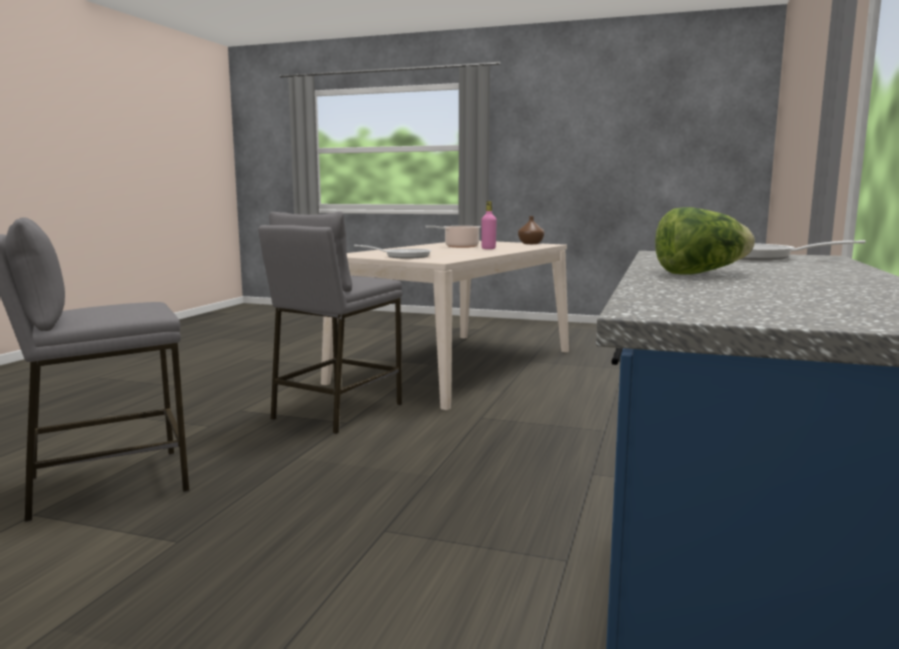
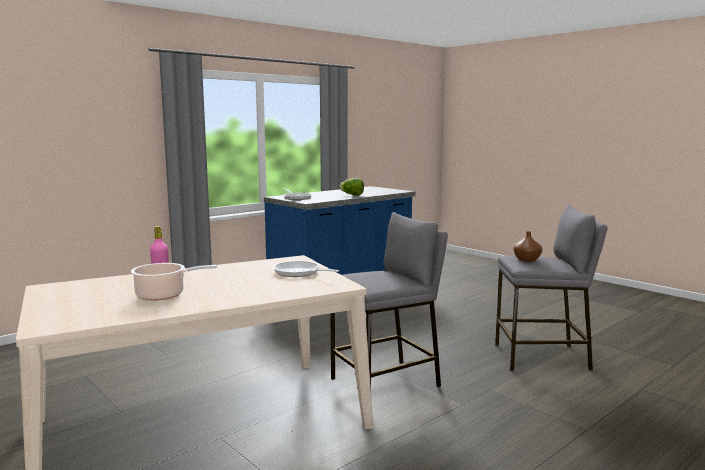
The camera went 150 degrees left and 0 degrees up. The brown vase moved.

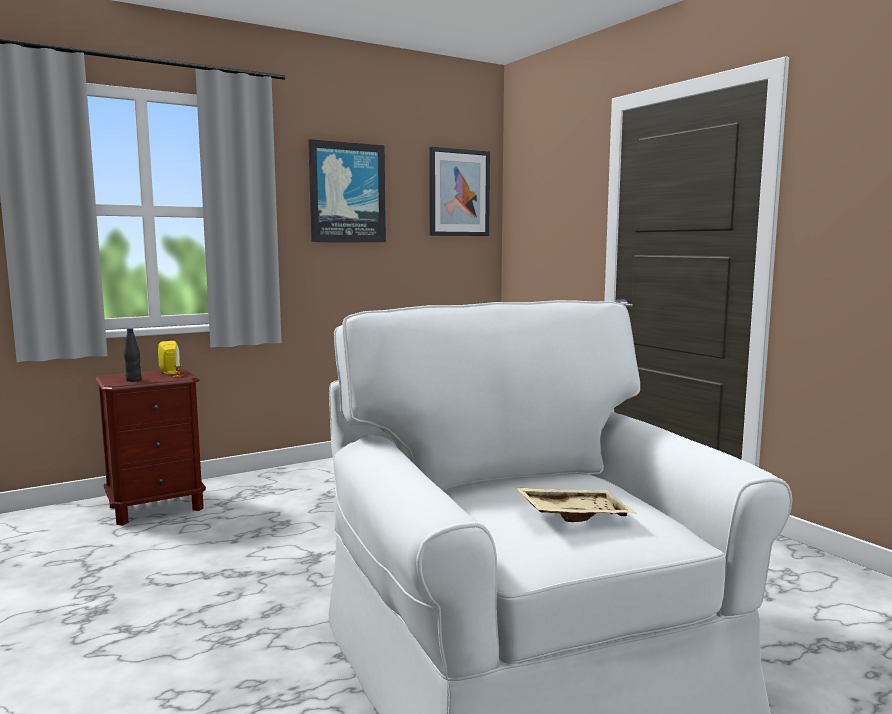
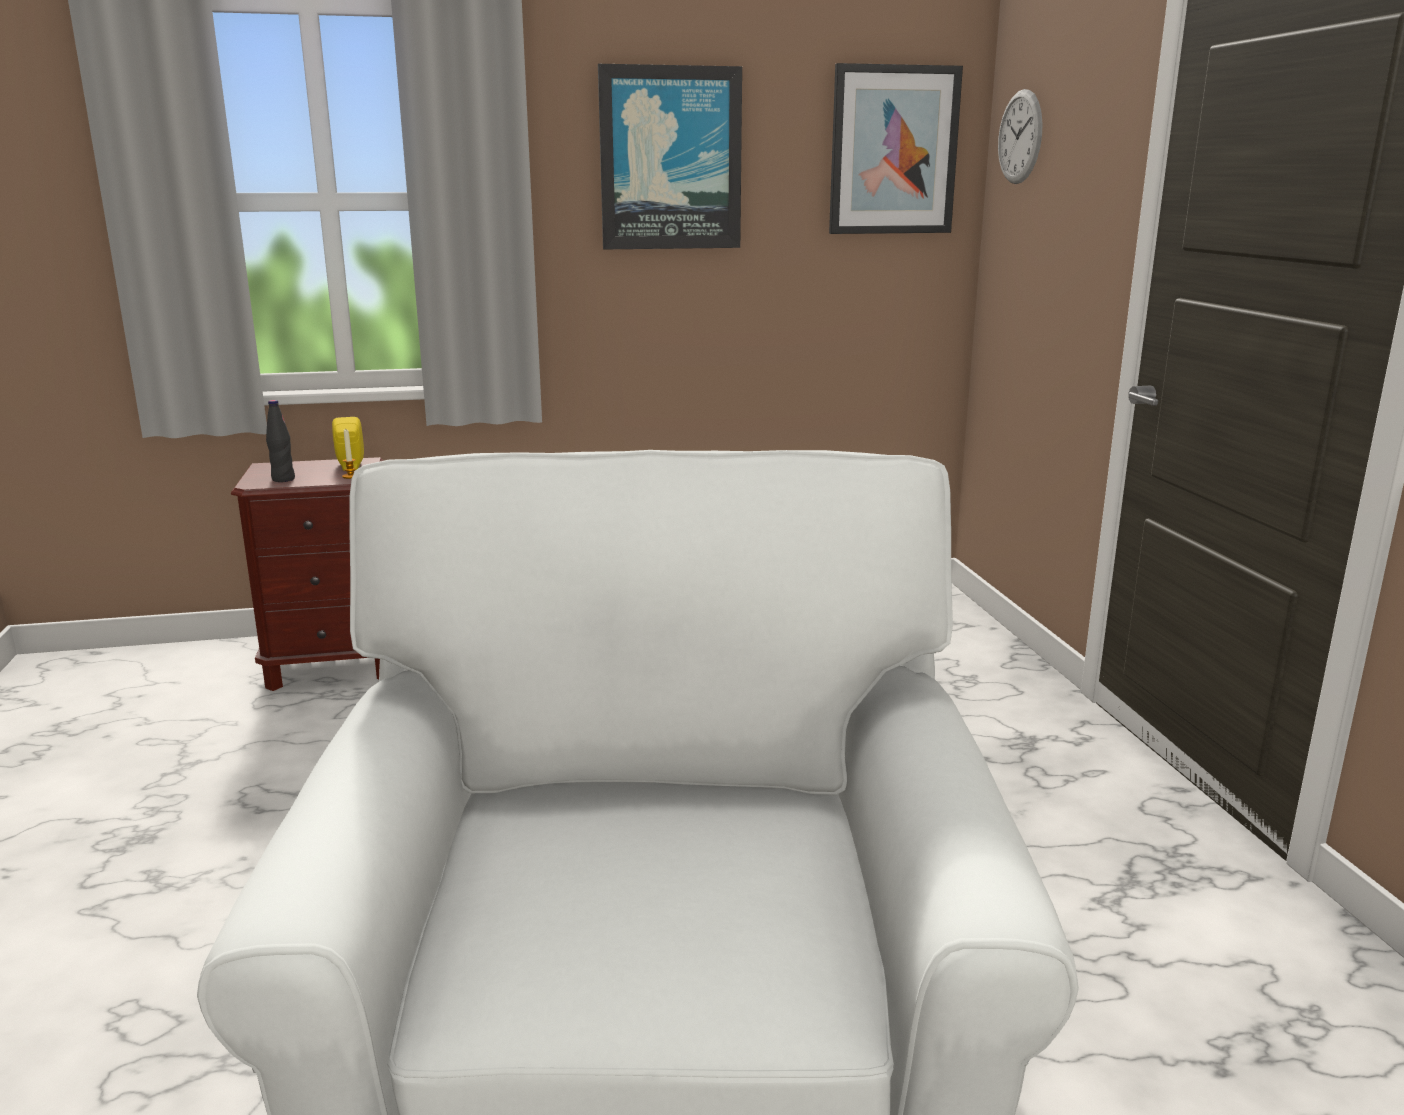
The camera went 20 degrees right and 10 degrees up. The wall clock appeared. The beige tray disappeared.

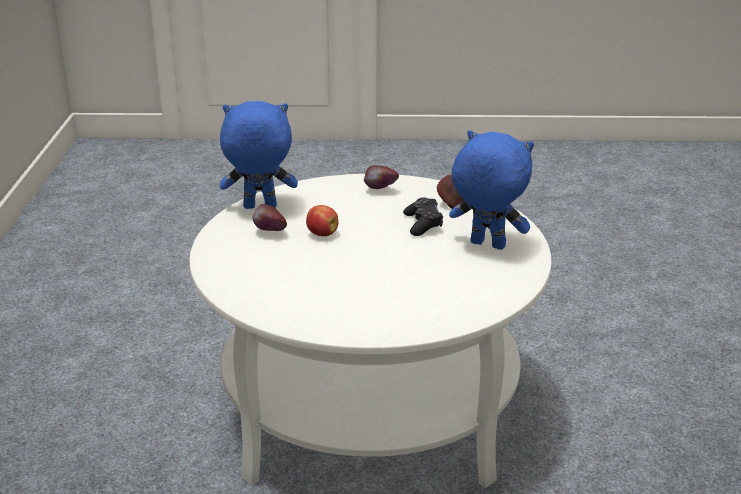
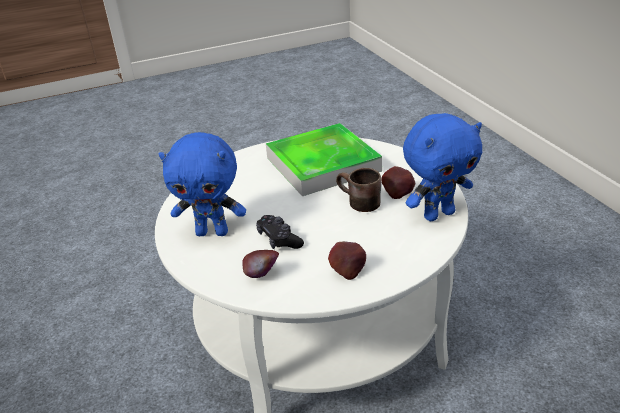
The camera went 160 degrees right and 5 degrees up. The tray appeared. The apple (no. 2 from left) was replaced by the brown mug.

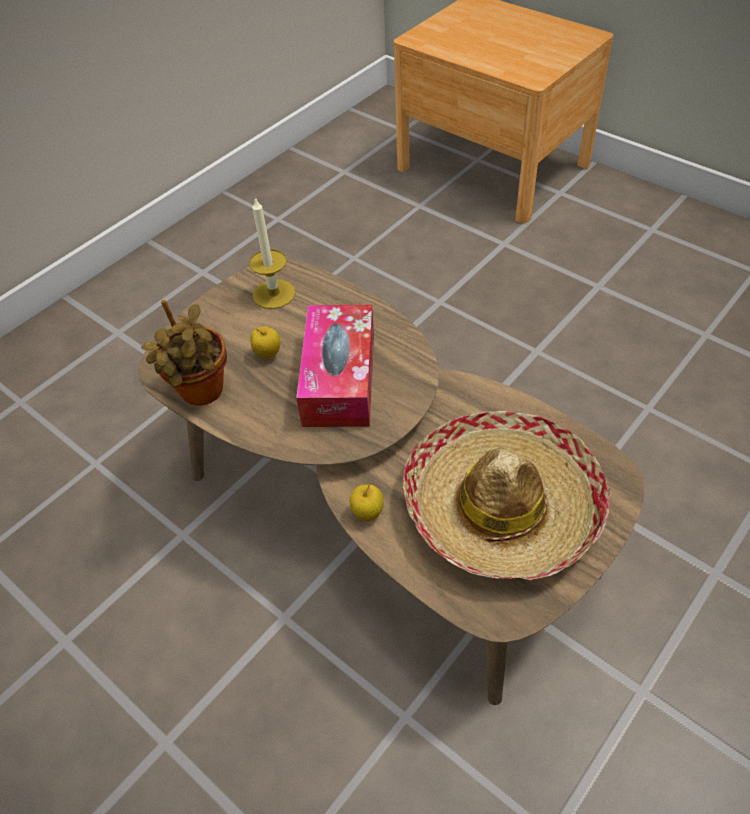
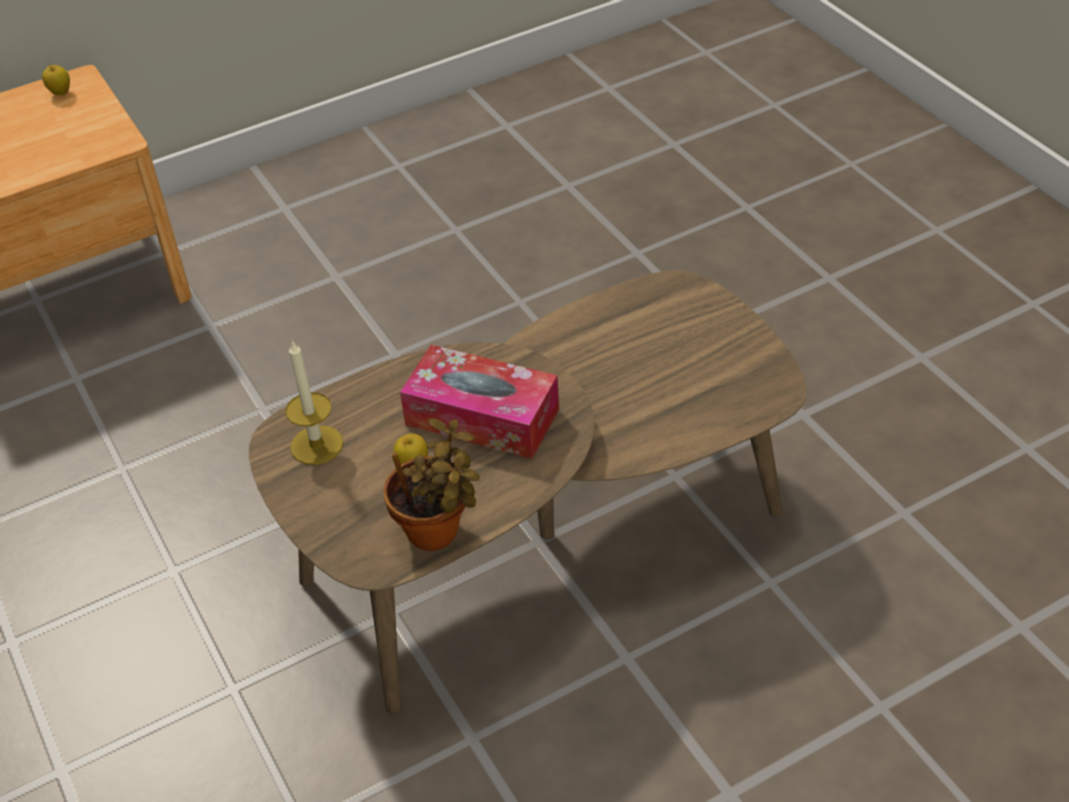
The camera went 70 degrees left and 5 degrees down. The apple (no. 2 from left in the first image) moved. The hat disappeared.

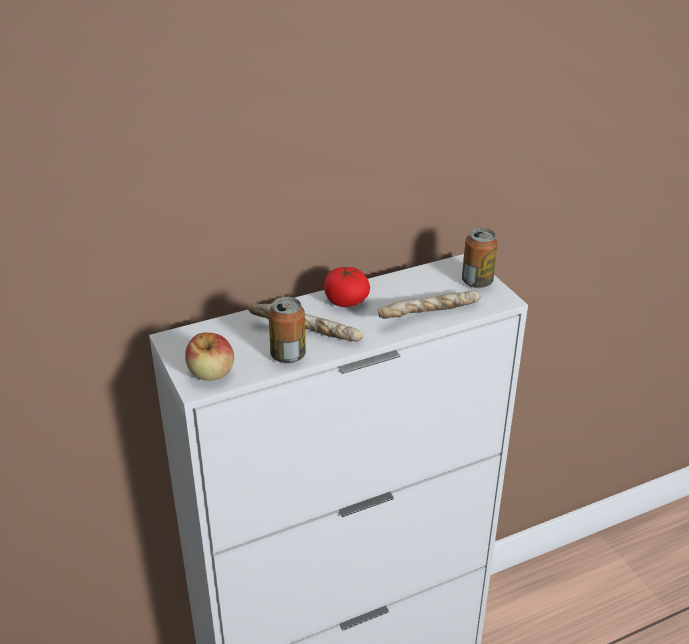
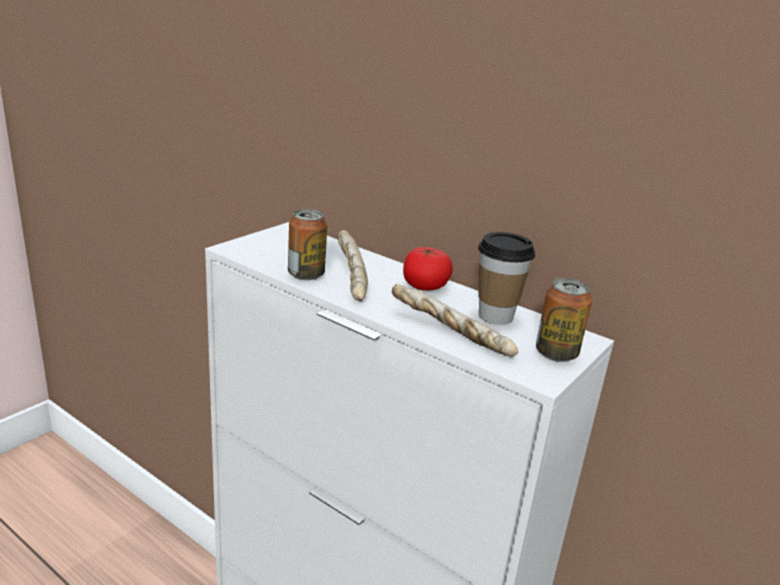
The camera went 60 degrees right and 10 degrees down. The cup appeared. The apple disappeared.

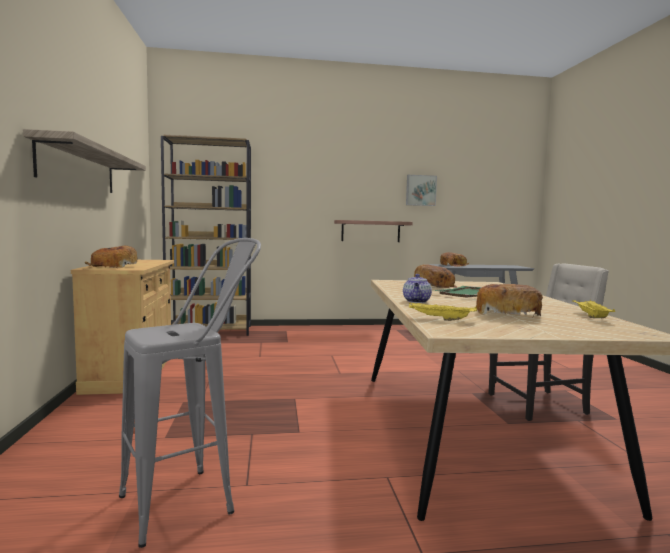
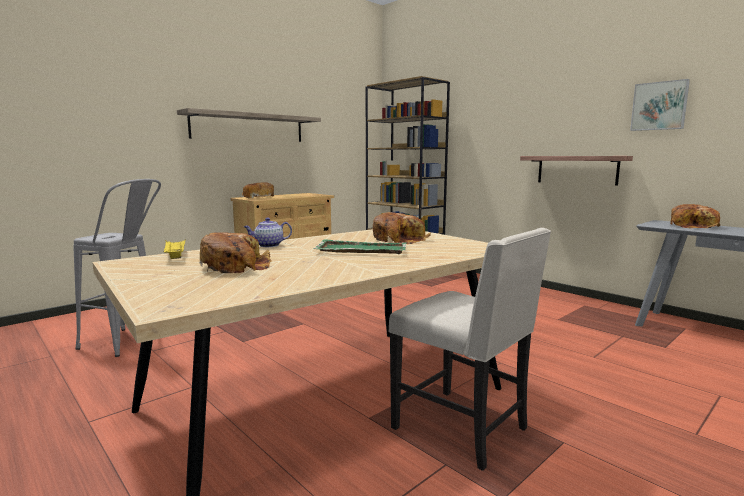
The camera went 55 degrees right and 5 degrees up. The yellow tray (no. 2 from left) disappeared.

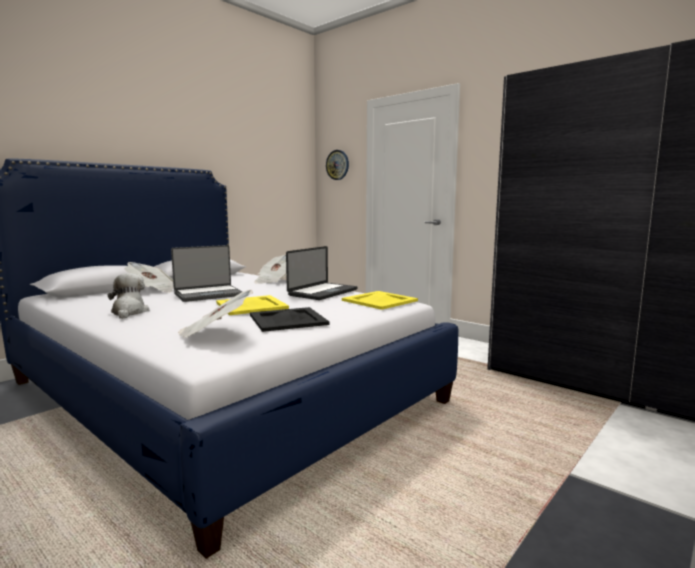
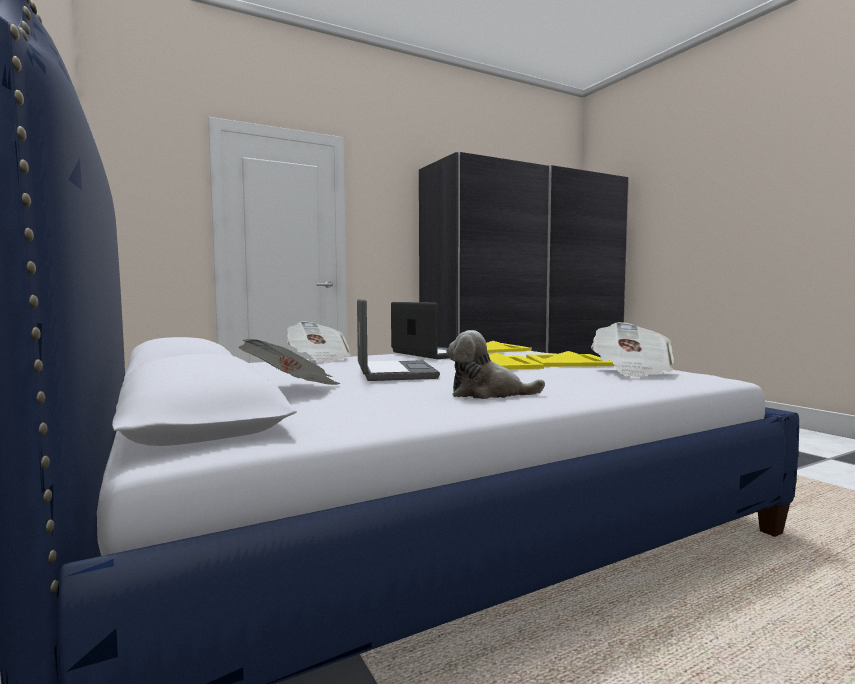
The camera went 70 degrees left and 5 degrees down. The black tray became the yellow tray (no. 3 from left). The wall clock disappeared.

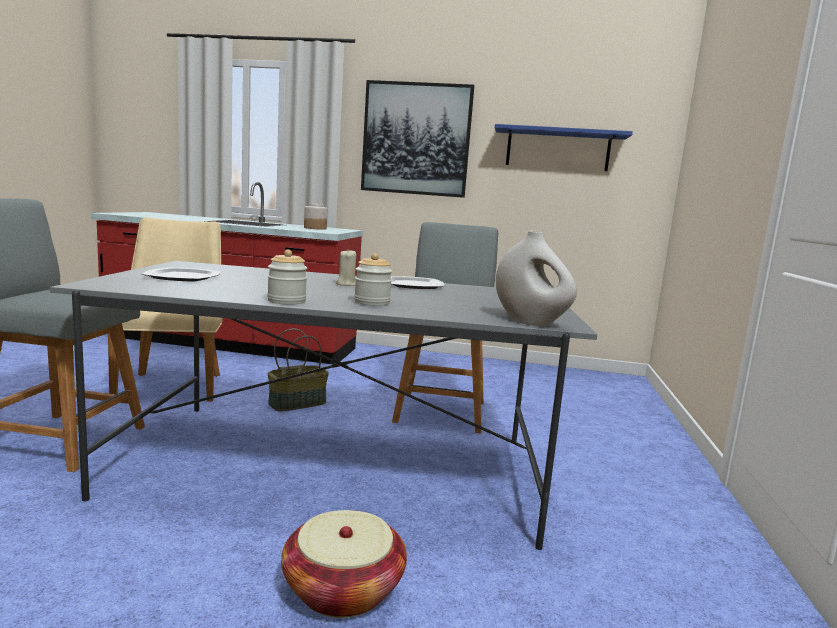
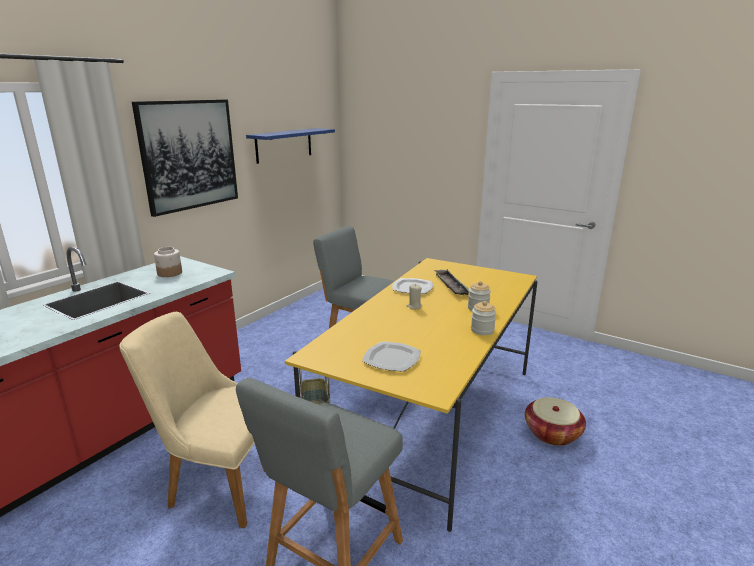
The camera went 65 degrees left and 10 degrees up. The grey dining table became the yellow dining table. The tray appeared. The white vase disappeared.

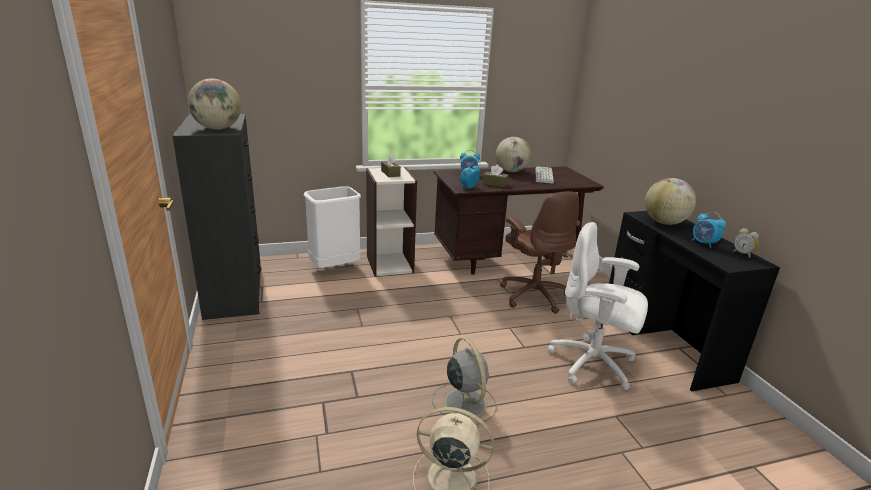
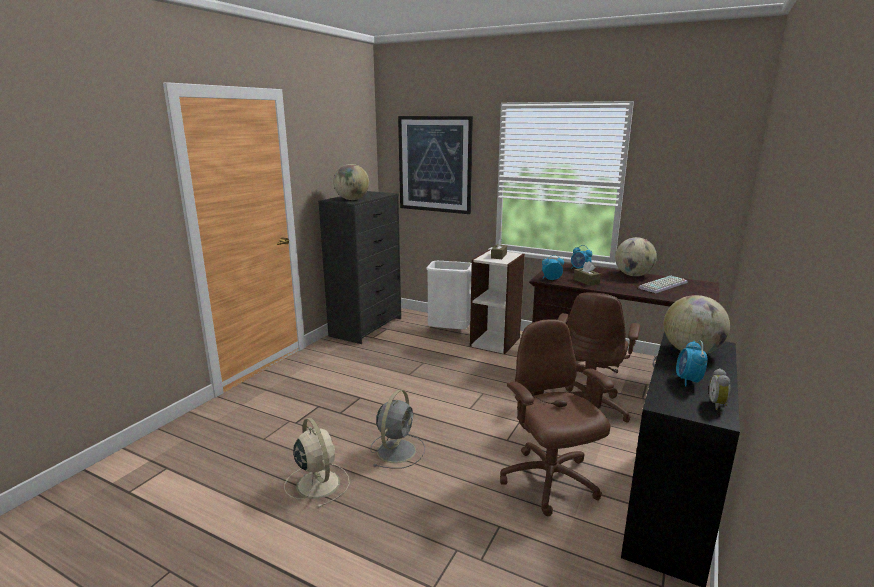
The camera went 45 degrees right and 5 degrees down. The picture appeared. The white office chair became the brown office chair (no. 1 from left).

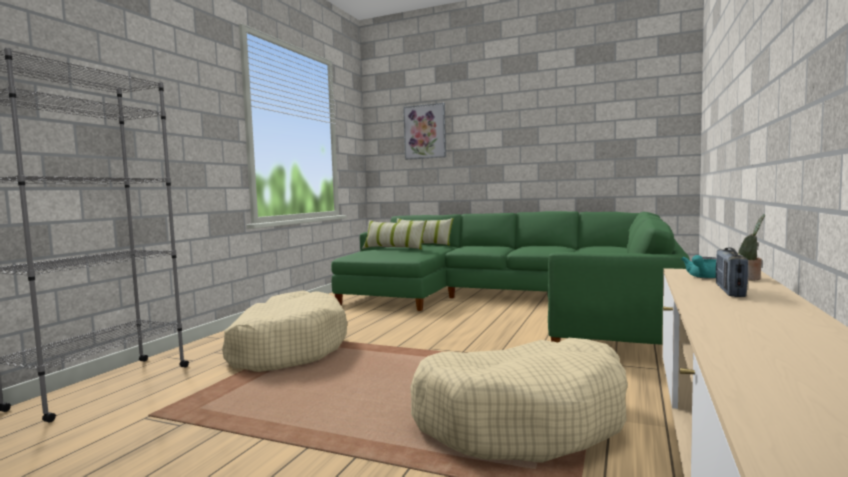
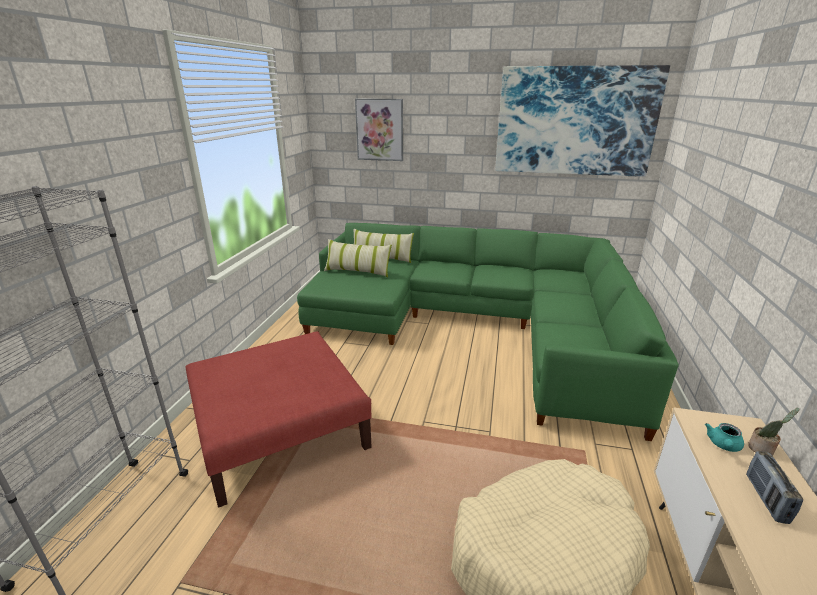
The camera went 10 degrees left and 20 degrees up. The beige dog bed (no. 1 from left) was replaced by the red ottoman. The picture (no. 2 from left) appeared.

